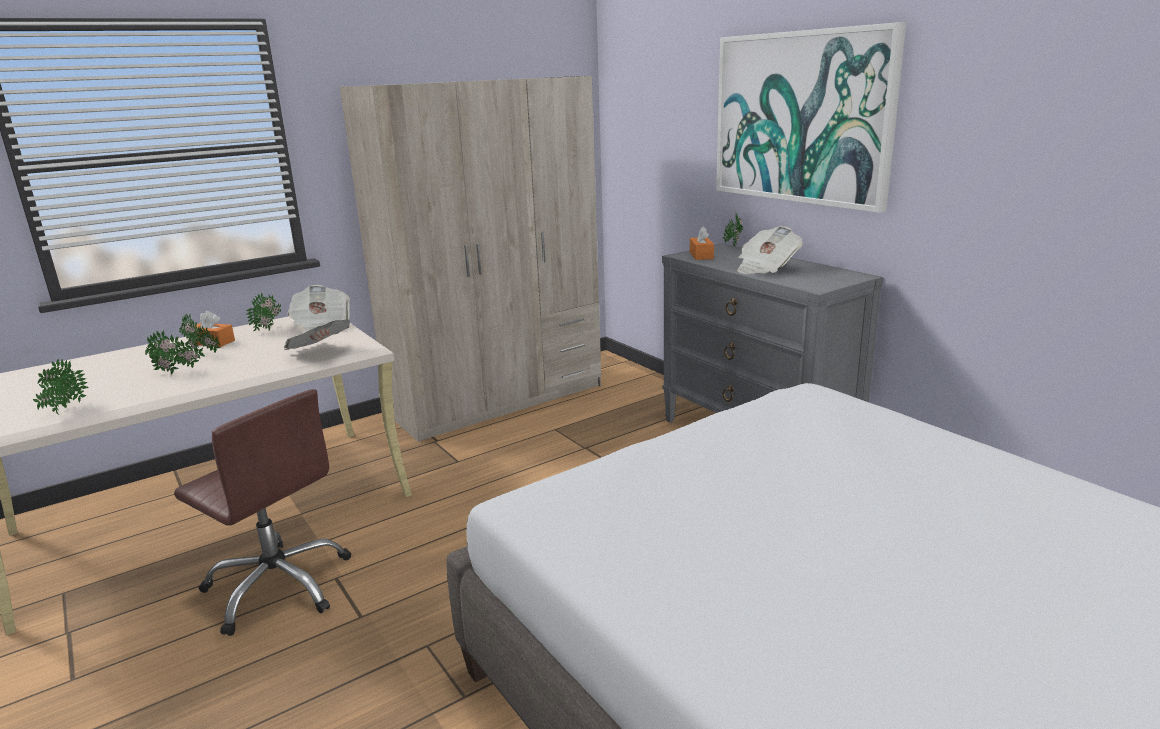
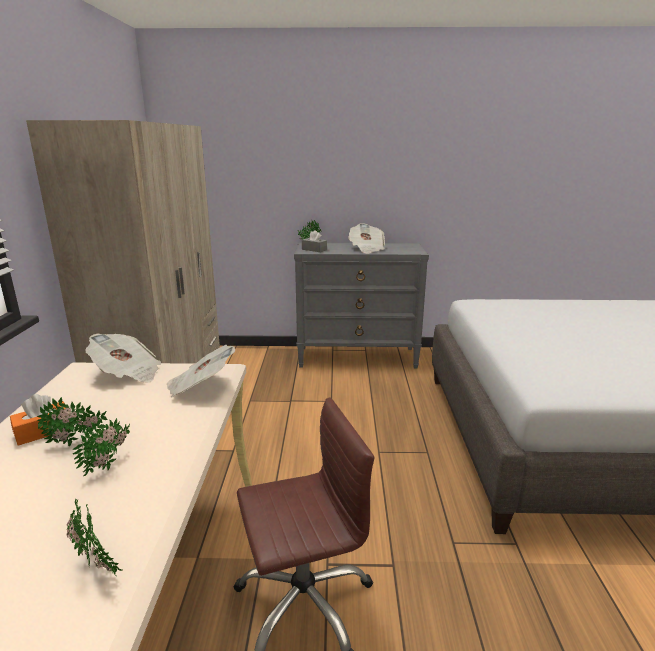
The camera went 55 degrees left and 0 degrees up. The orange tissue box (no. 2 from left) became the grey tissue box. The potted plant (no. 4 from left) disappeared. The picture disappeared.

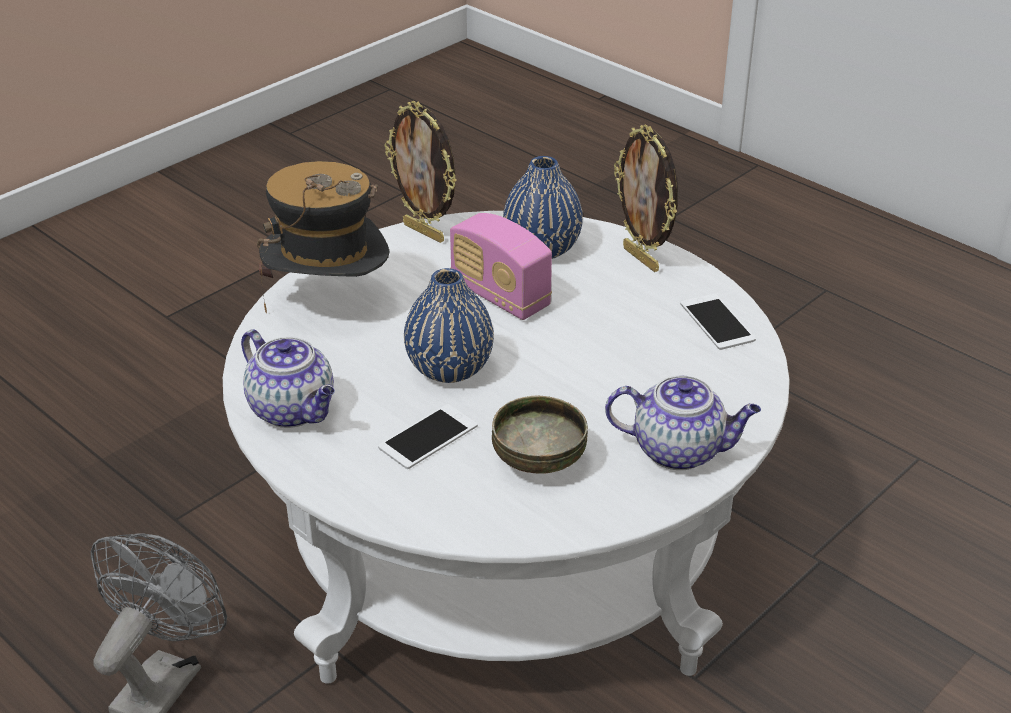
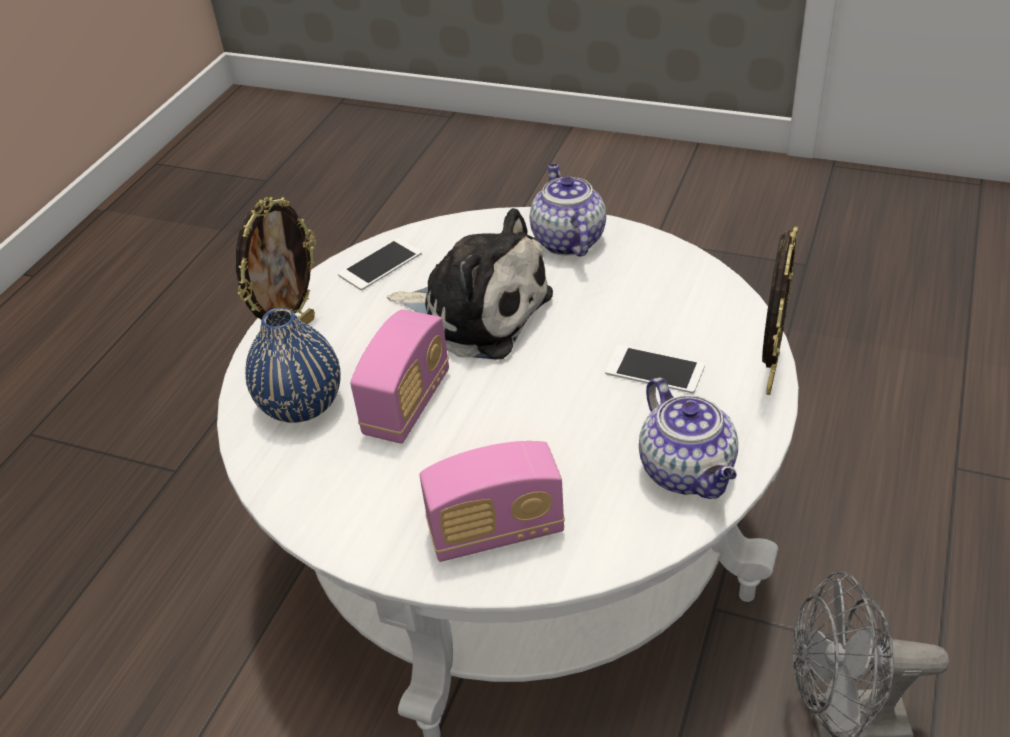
The camera went 110 degrees left and 5 degrees up. The plush toy appeared. The hat was replaced by the radio (no. 2 from left). The teapot (no. 1 from left in the first image) turned 135 degrees clockwise. The picture frame (no. 1 from left in the first image) moved. The blue vase (no. 1 from left) disappeared. The bowl disappeared.

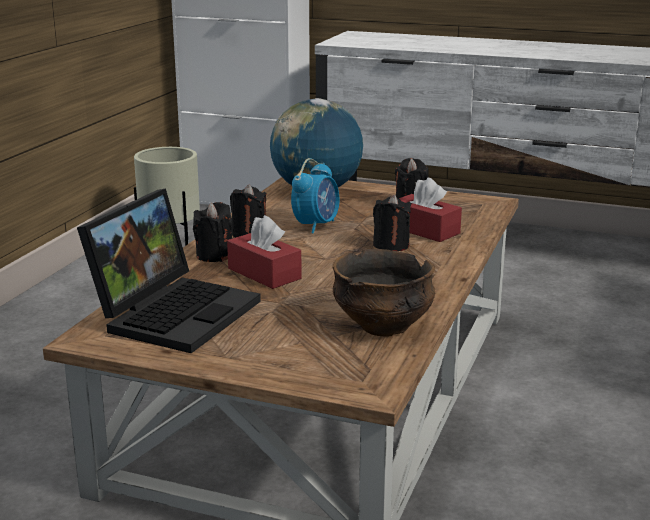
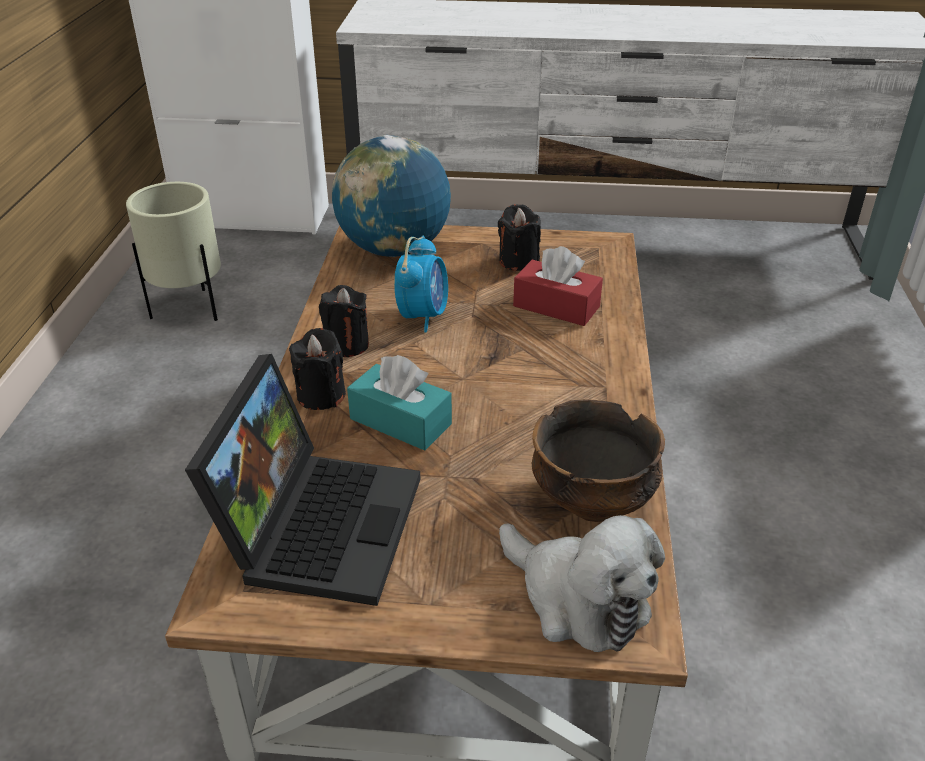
The camera went 15 degrees left and 15 degrees up. The red tissue box (no. 1 from left) became the turquoise tissue box. The plush toy appeared. The black candle (no. 3 from left) disappeared.

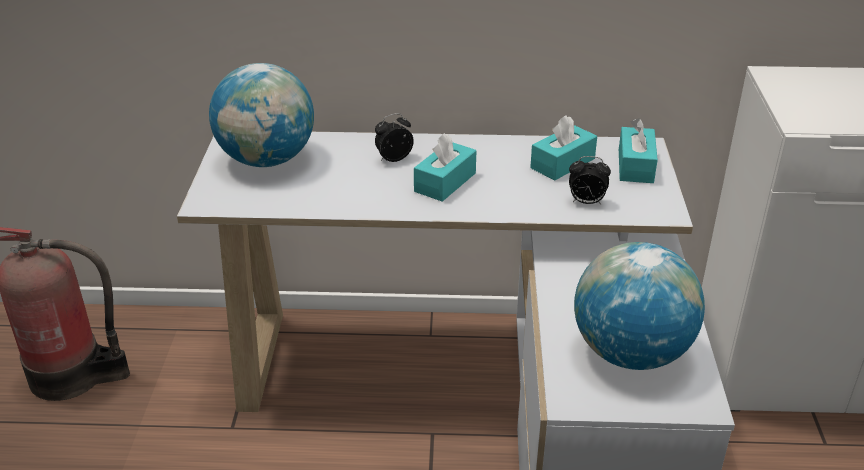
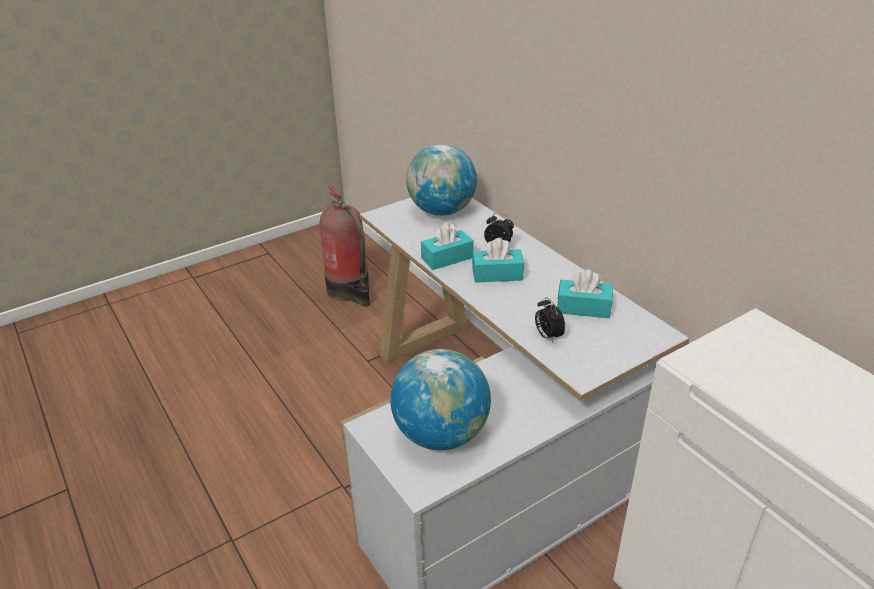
The camera went 55 degrees right and 0 degrees up. The turquoise tissue box (no. 3 from left in the first image) moved.

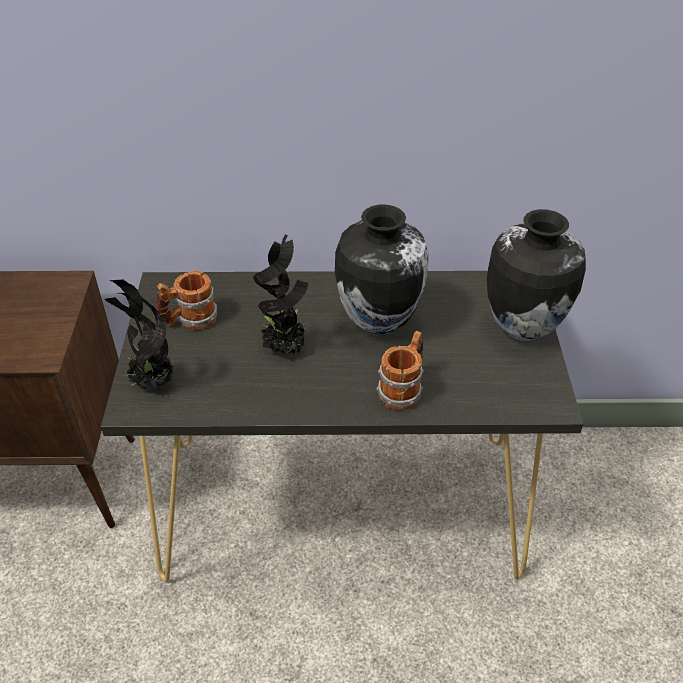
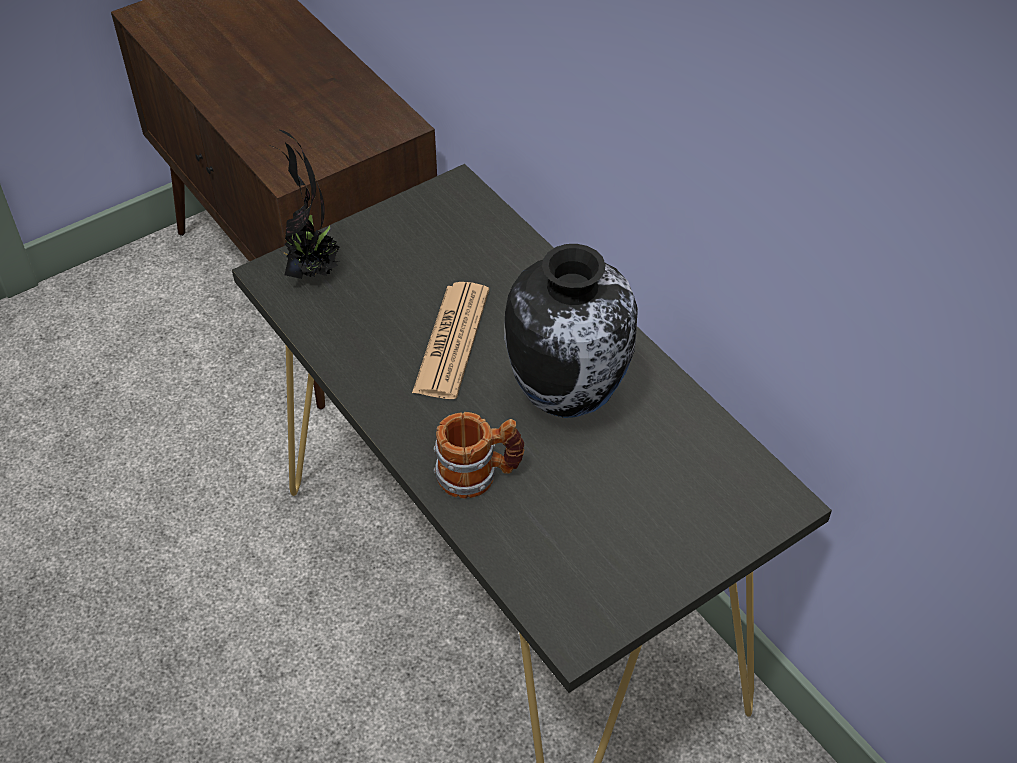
The camera went 55 degrees right and 5 degrees up. The potted plant (no. 2 from left) was replaced by the newspaper. The mug (no. 1 from left) disappeared. The vase (no. 2 from left) disappeared.

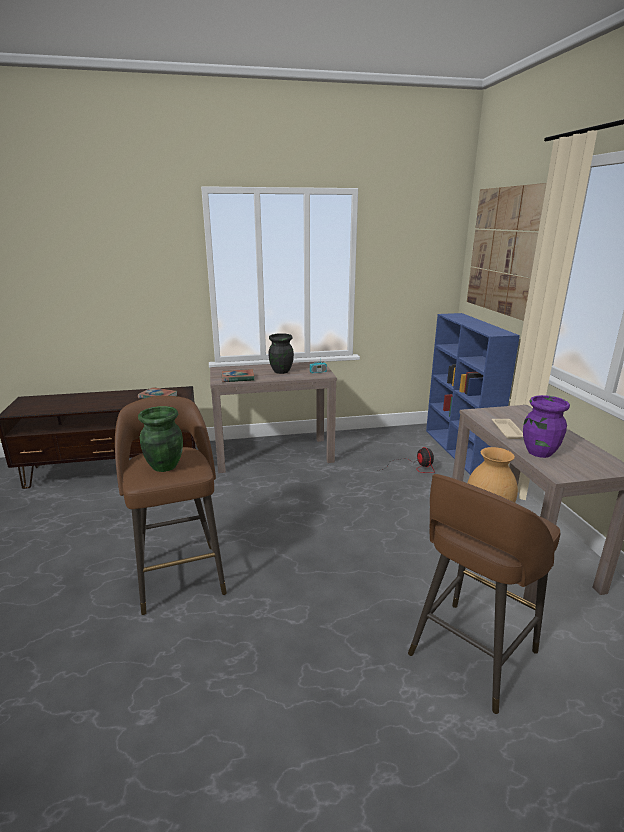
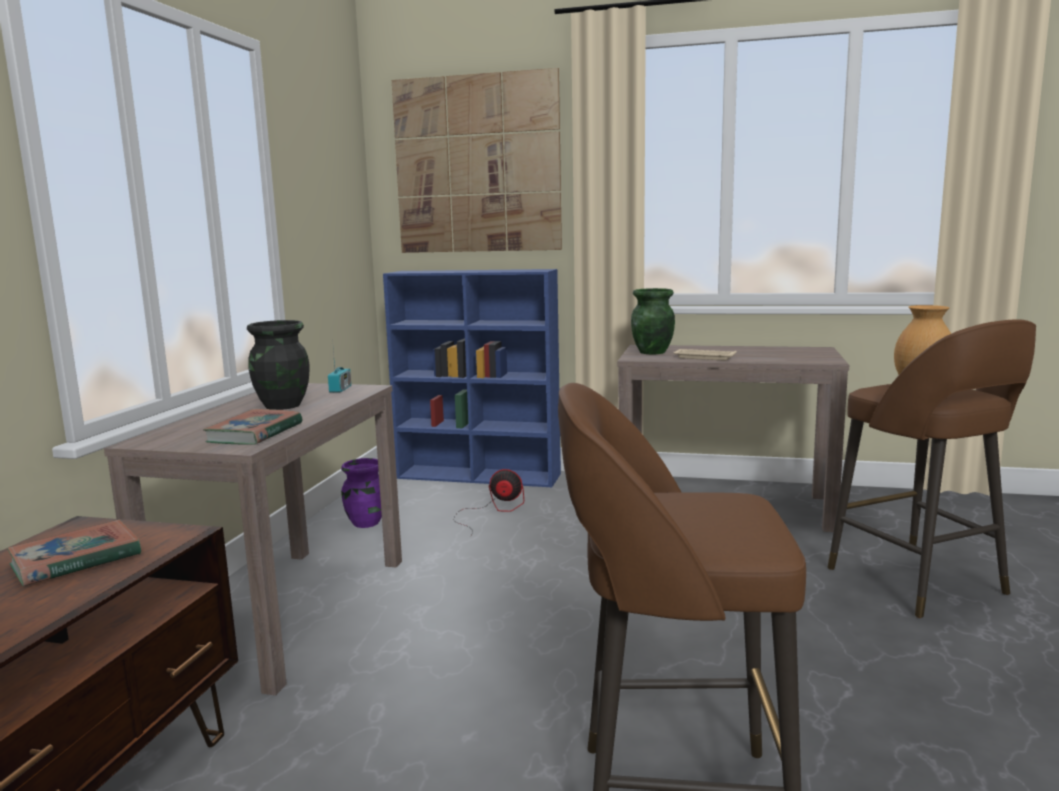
The camera went 65 degrees left and 10 degrees down. The purple vase moved. The green vase moved.

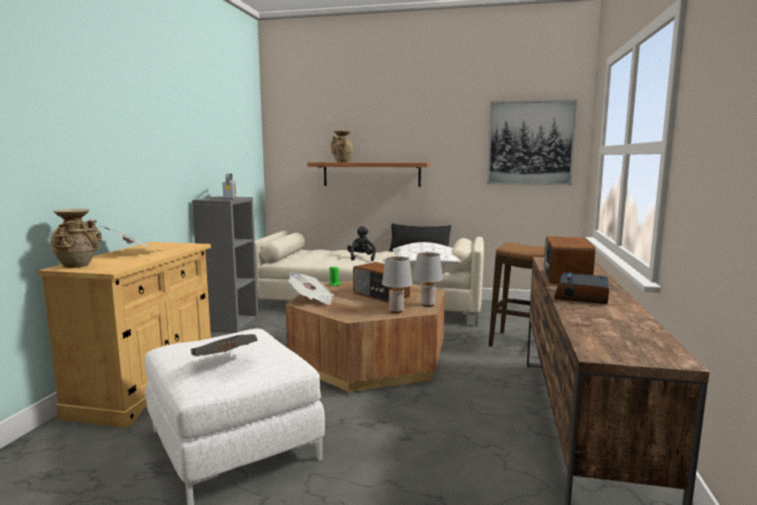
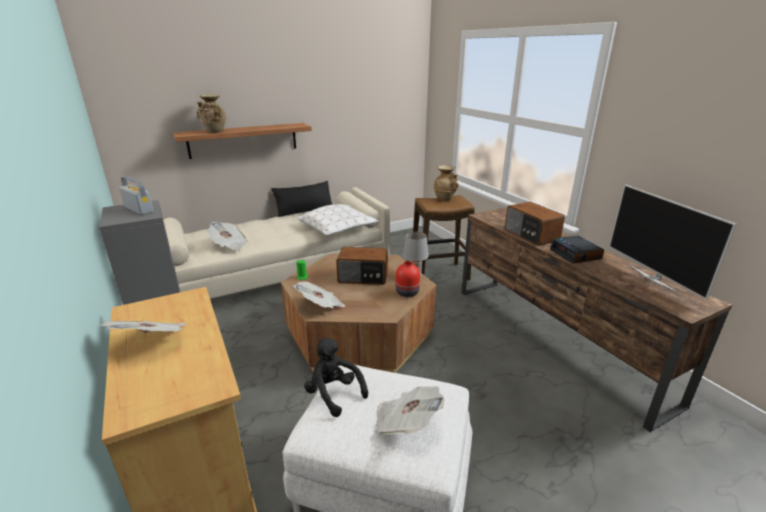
The camera went 40 degrees left and 15 degrees up. The newspaper (no. 2 from left) appeared. The black plush toy moved. The grey table lamp (no. 1 from left) was replaced by the red vase. The beige vase (no. 1 from left in the first image) moved. The television appeared. The picture disappeared.

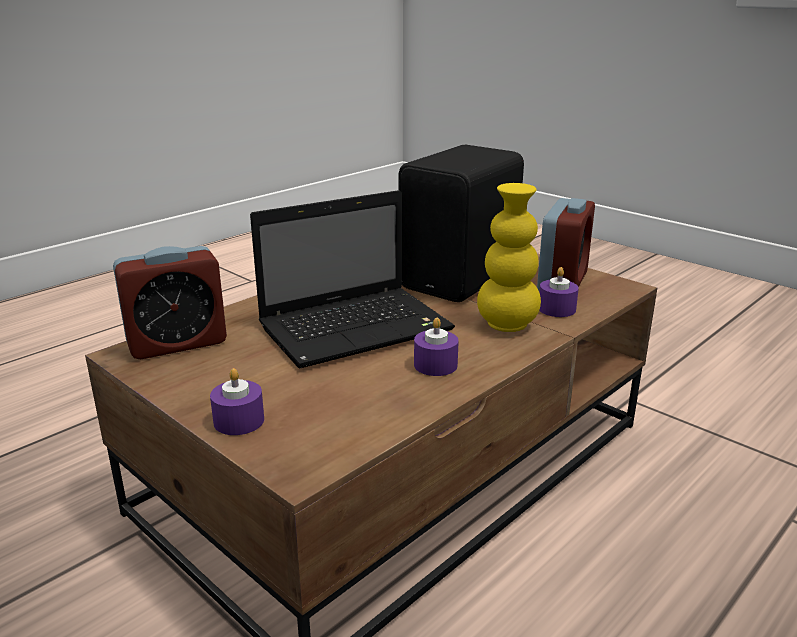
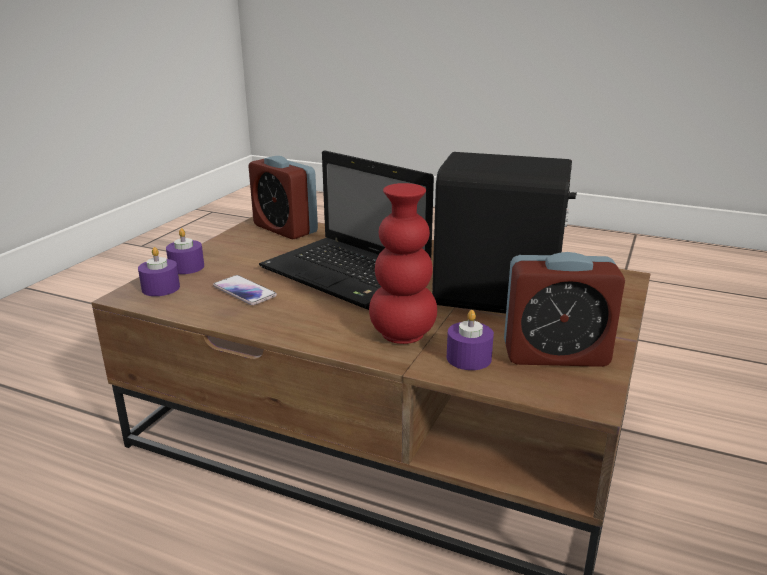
The camera went 70 degrees right and 0 degrees up. The purple candle (no. 2 from left in the first image) moved. The phone appeared. The yellow vase became the red vase.

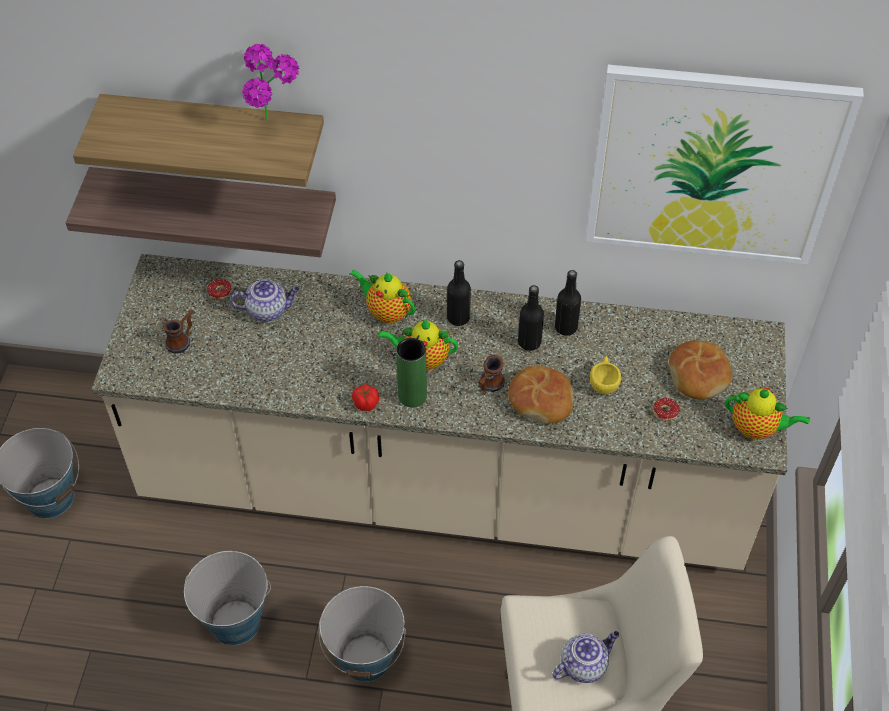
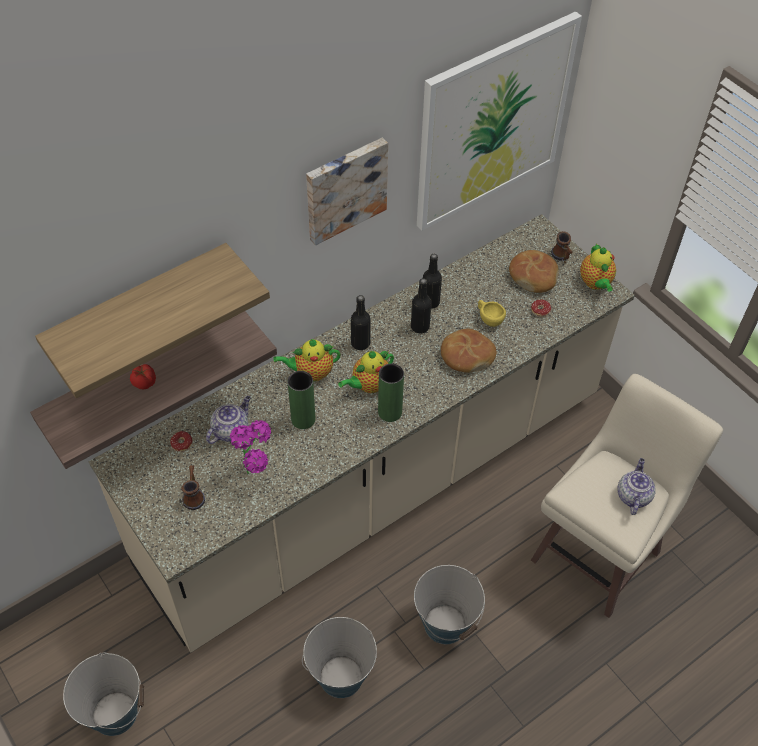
The camera went 45 degrees left and 0 degrees up. The tomato moved. The potted plant moved. The green vase (no. 1 from left) appeared. The picture (no. 1 from left) appeared. The mug (no. 2 from left) moved. The teapot (no. 5 from left in the first image) turned 105 degrees clockwise.

